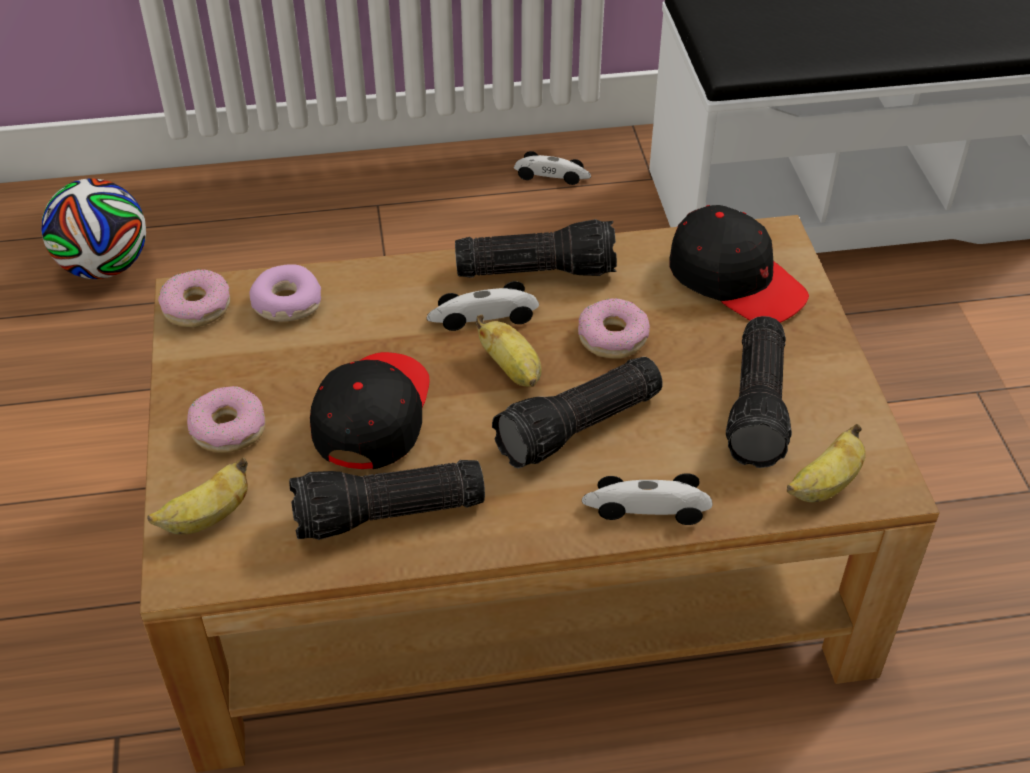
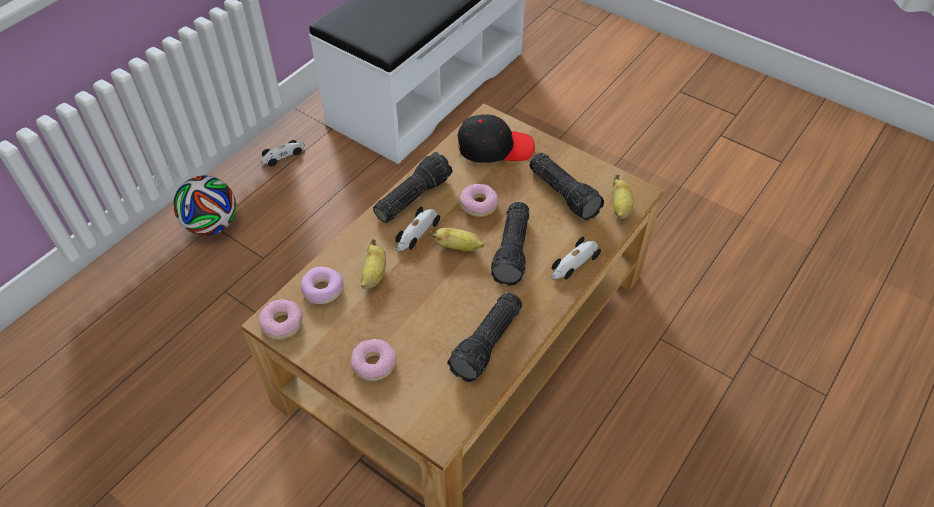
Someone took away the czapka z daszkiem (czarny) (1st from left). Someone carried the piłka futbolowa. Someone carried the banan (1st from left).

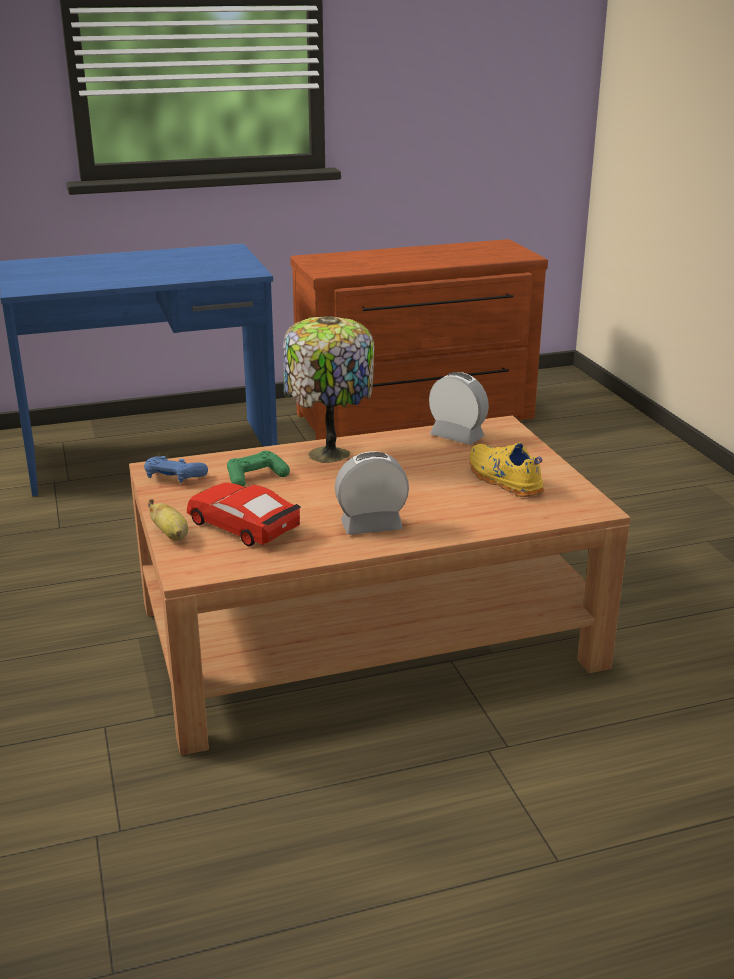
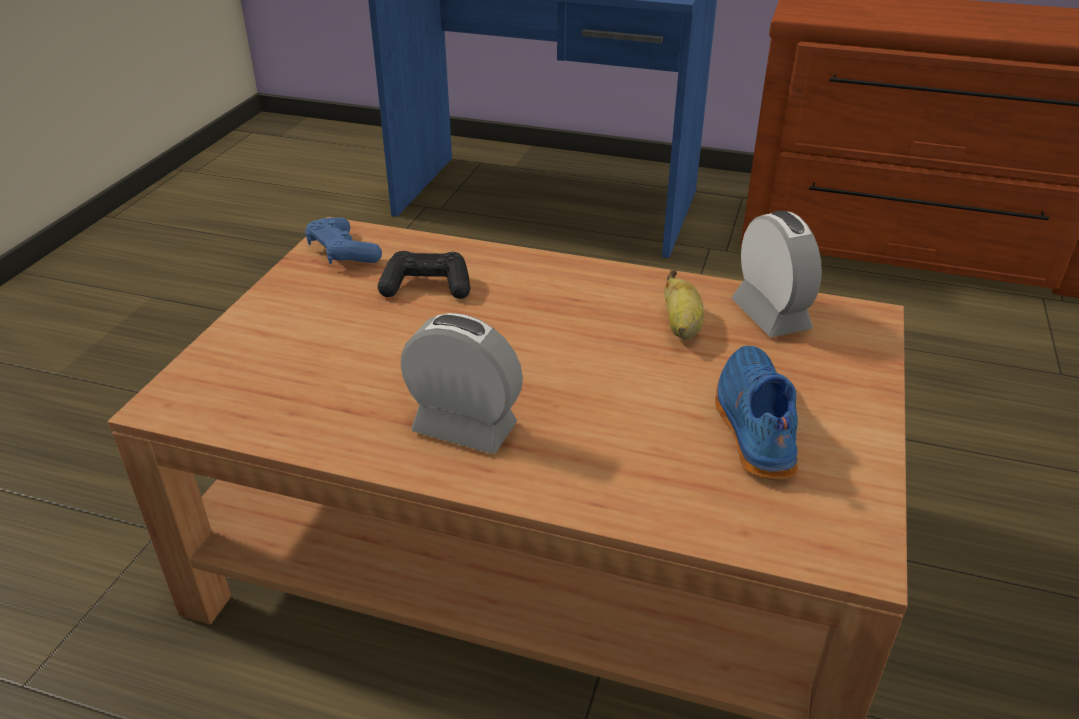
Someone took away the samochodzik (czerwony). Someone took away the lampa stołowa. Someone carried the banan. Someone repainted the pad do gier (zielony), which became the pad do gier (czarny). Someone repainted the but (żółty), which became the but (niebieski).

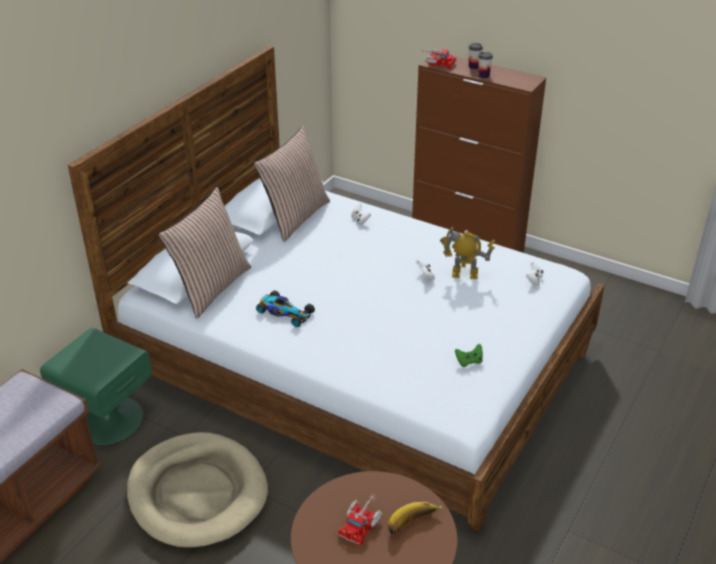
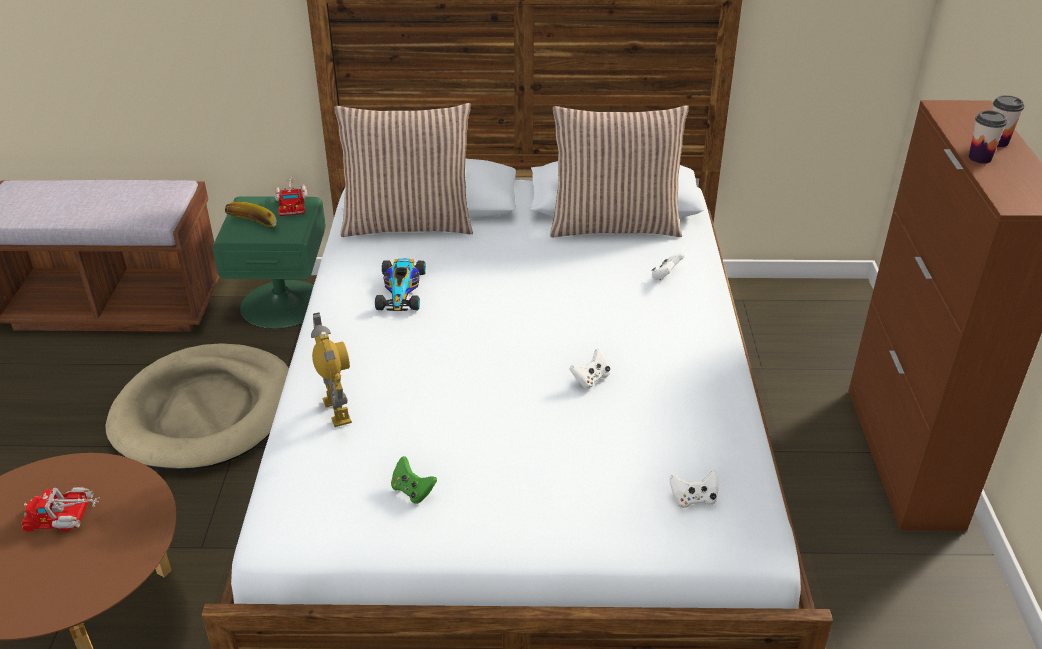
Someone carried the banan. Someone carried the ciężarówka zabawkowa (2nd from left). Someone carried the robot zabawkowy.

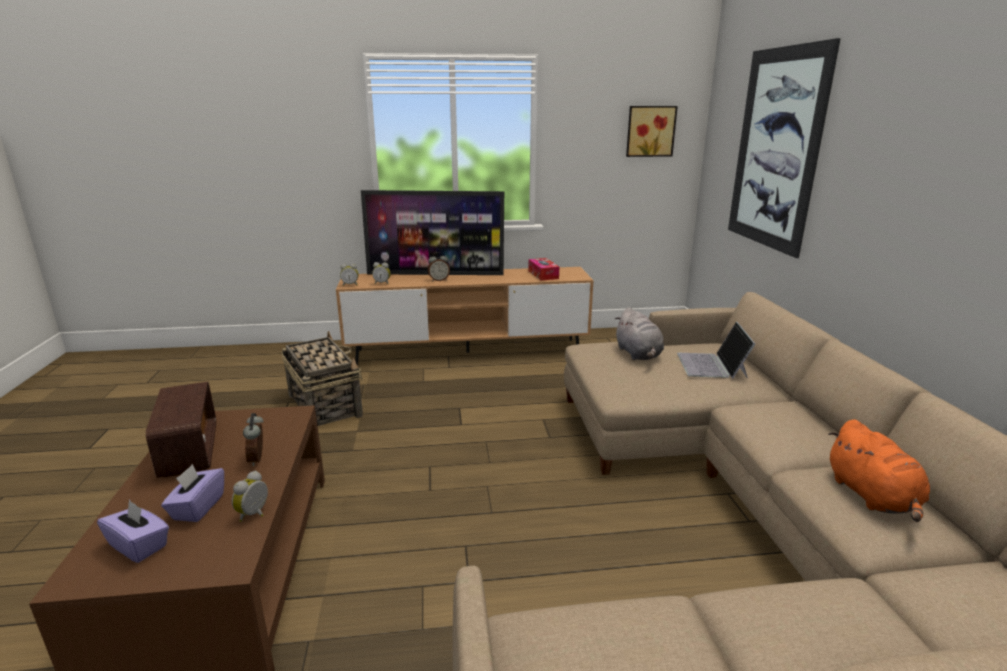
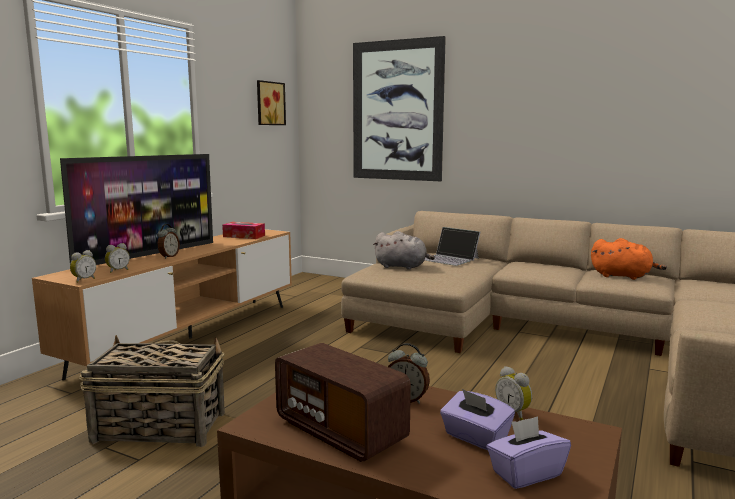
Someone rotated the radio by 150 degrees counterclockwise.

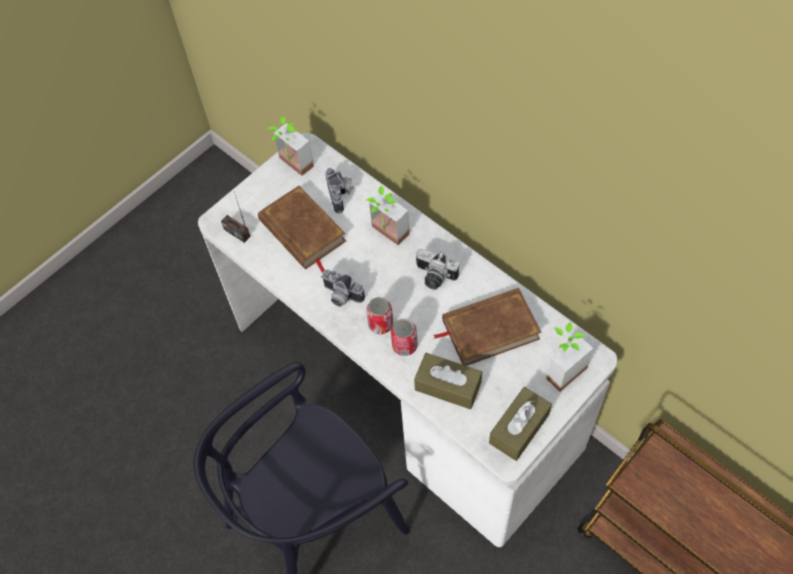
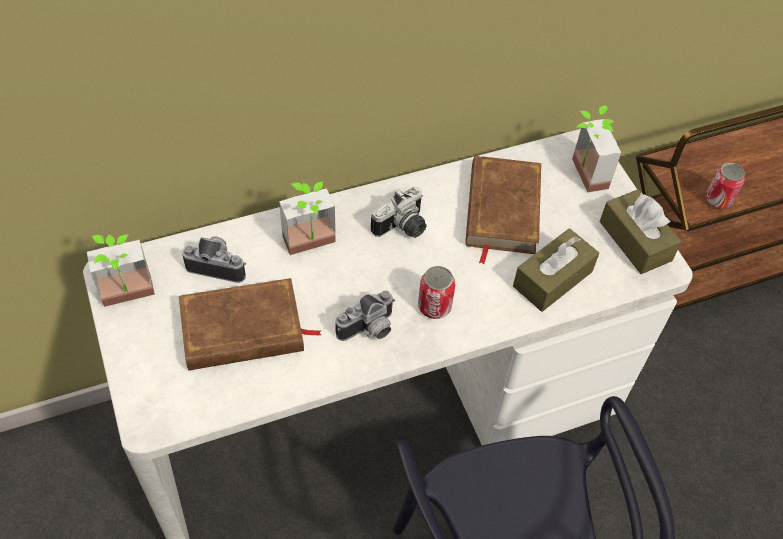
Someone took away the radio. Someone carried the puszka (2nd from left).

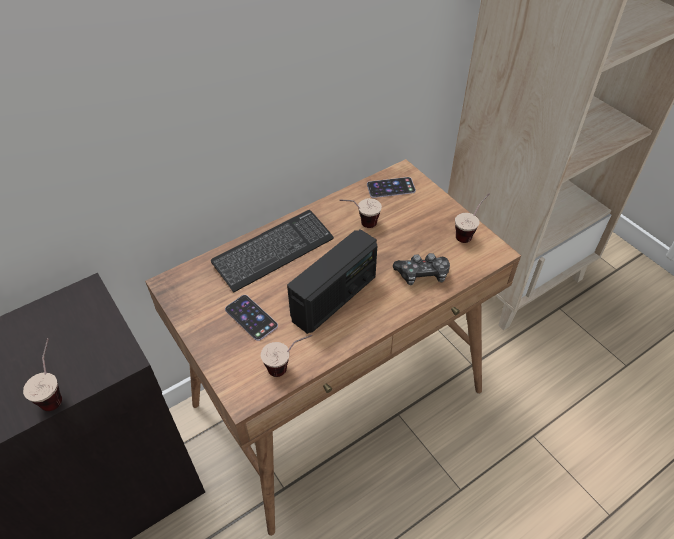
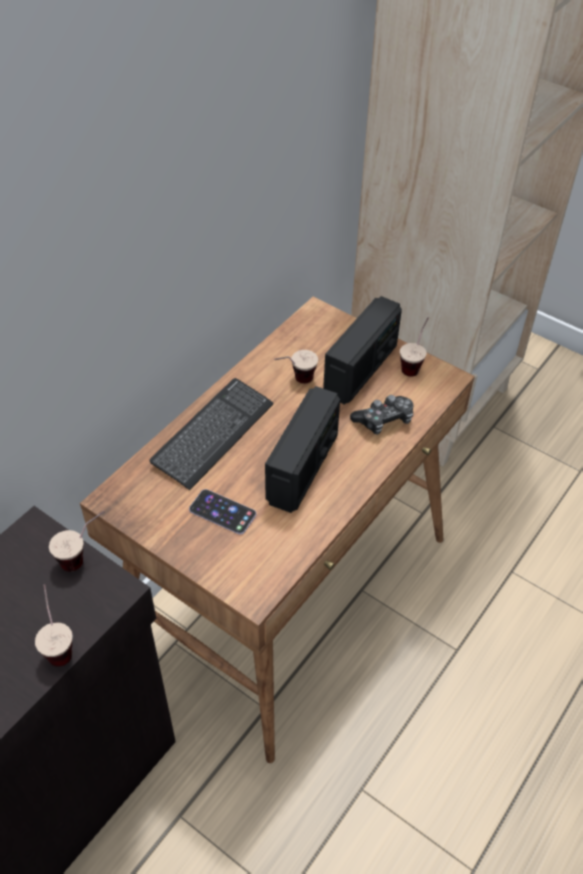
Someone took away the telefon (2nd from left). Someone put down the radio (2nd from left). Someone carried the filiżanka (2nd from left).

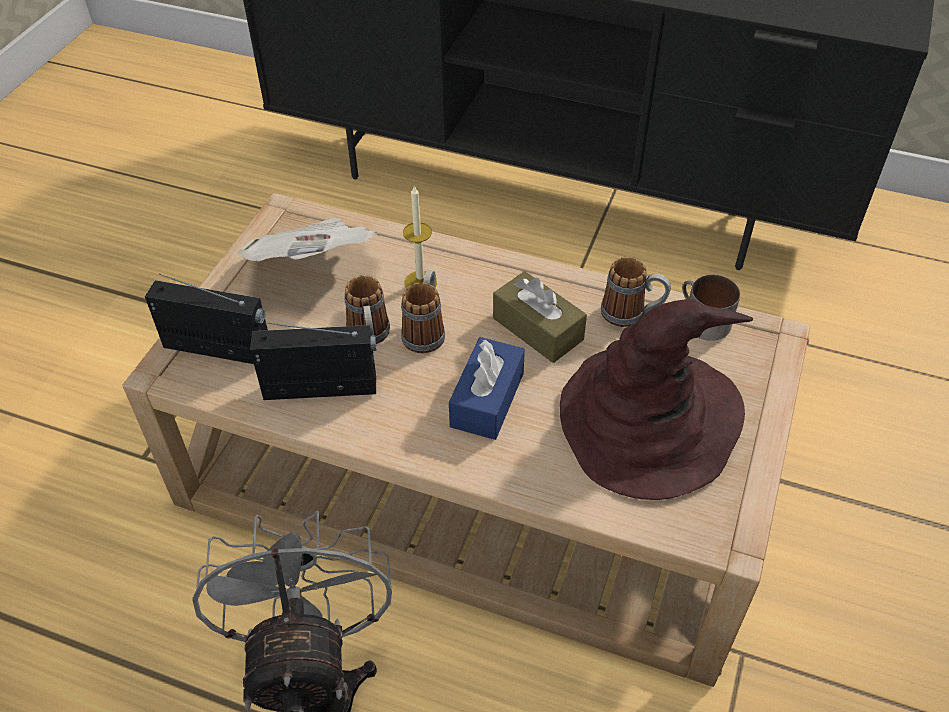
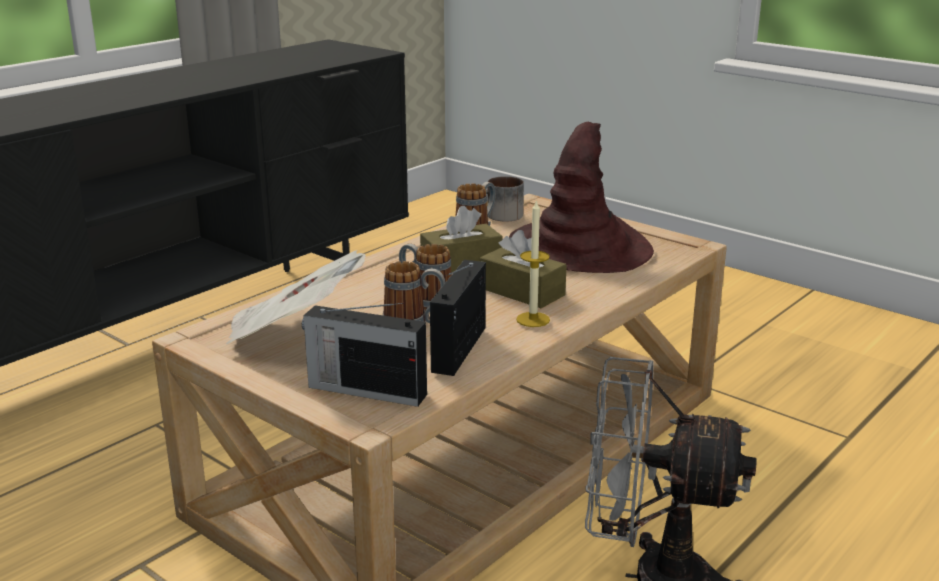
Someone carried the świeca. Someone repainted the pudełko chusteczek (niebieski), which became the pudełko chusteczek (brązowy) (2nd from left). Someone rotated the radio (1st from left) by 105 degrees counterclockwise.

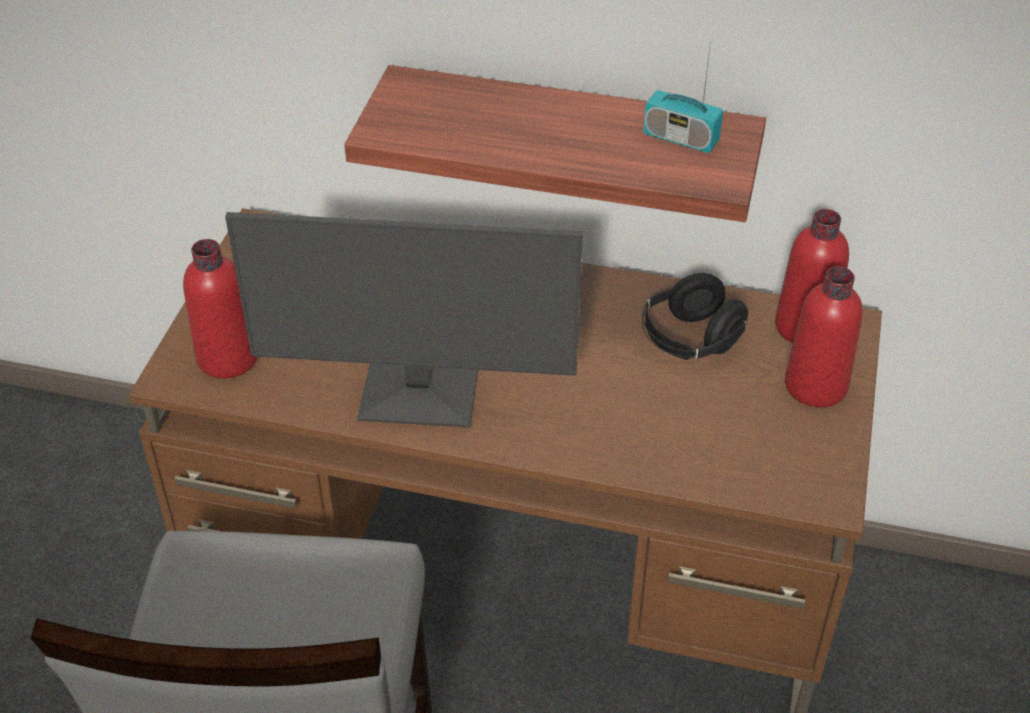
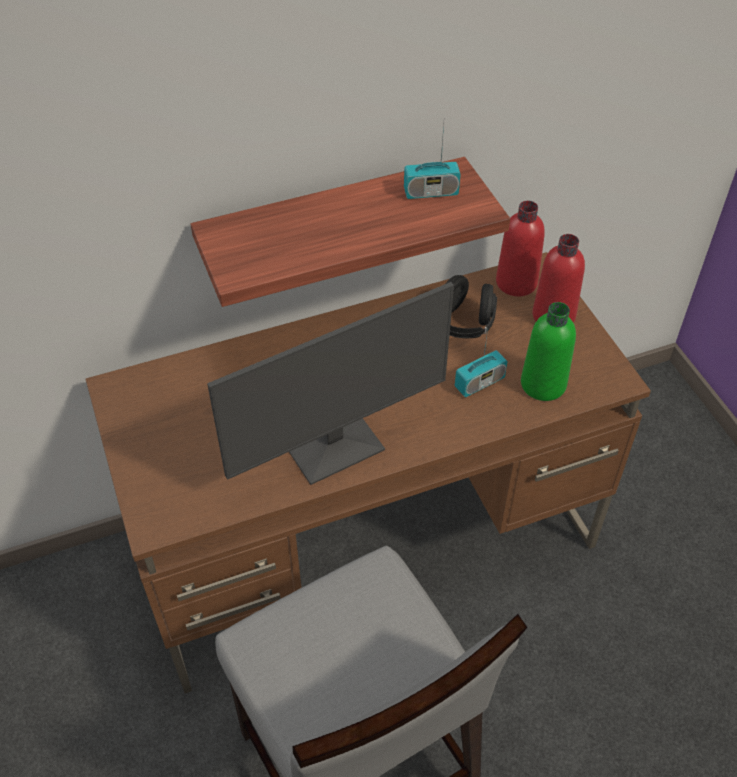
Someone took away the butelka (czerwony) (1st from left). Someone put down the radio (2nd from left). Someone put down the butelka (zielony).

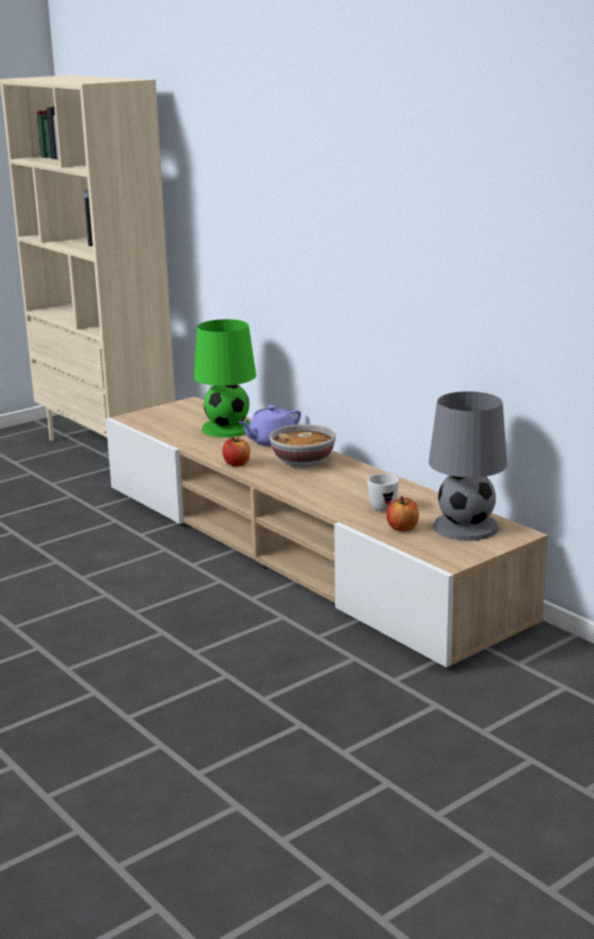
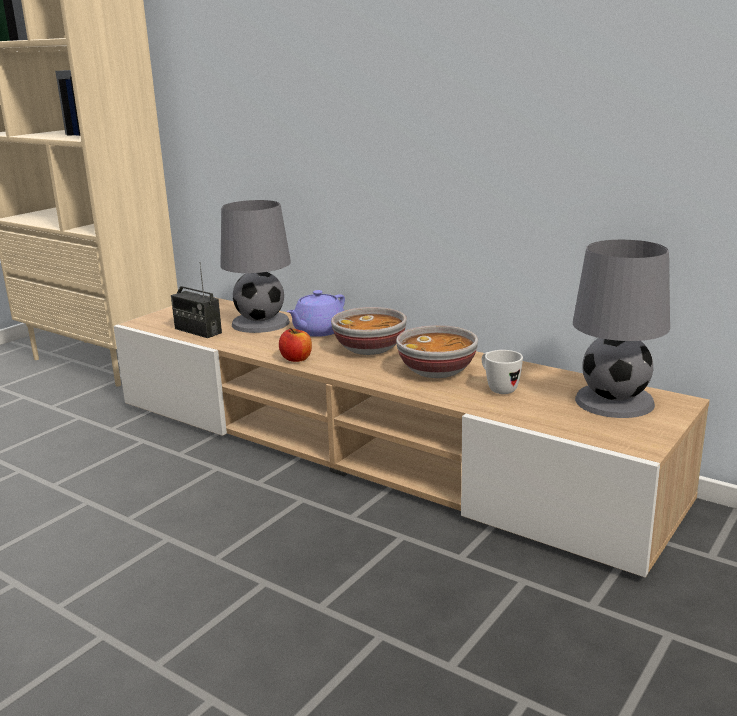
Someone took away the jabłko (2nd from left). Someone put down the radio. Someone put down the miska (2nd from left). Someone repainted the lampa stołowa (zielony), which became the lampa stołowa (szary) (1st from left).

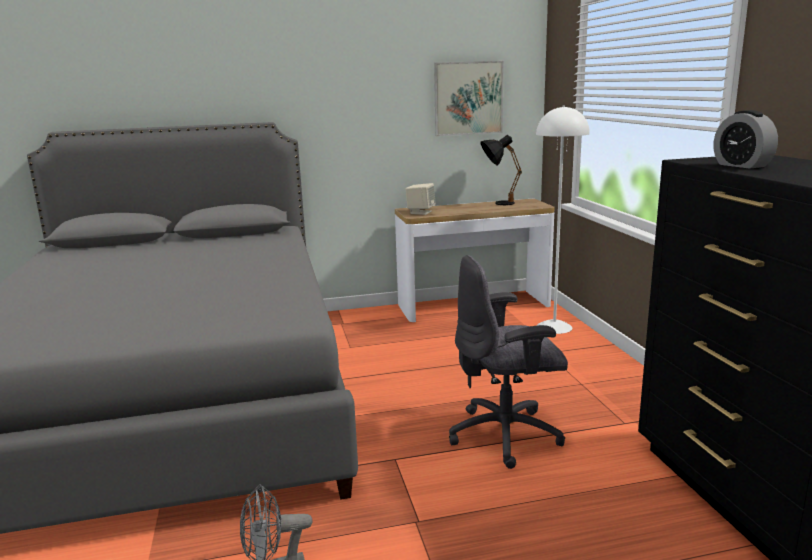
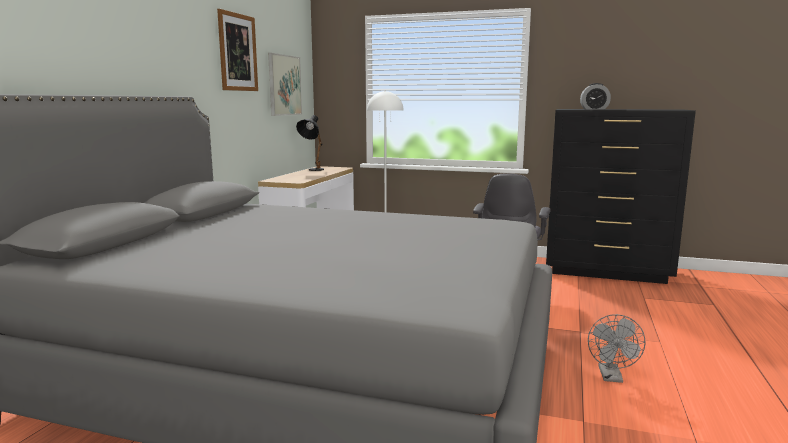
Someone took away the głośnik (beżowy). Someone put up the obraz (1st from left).

